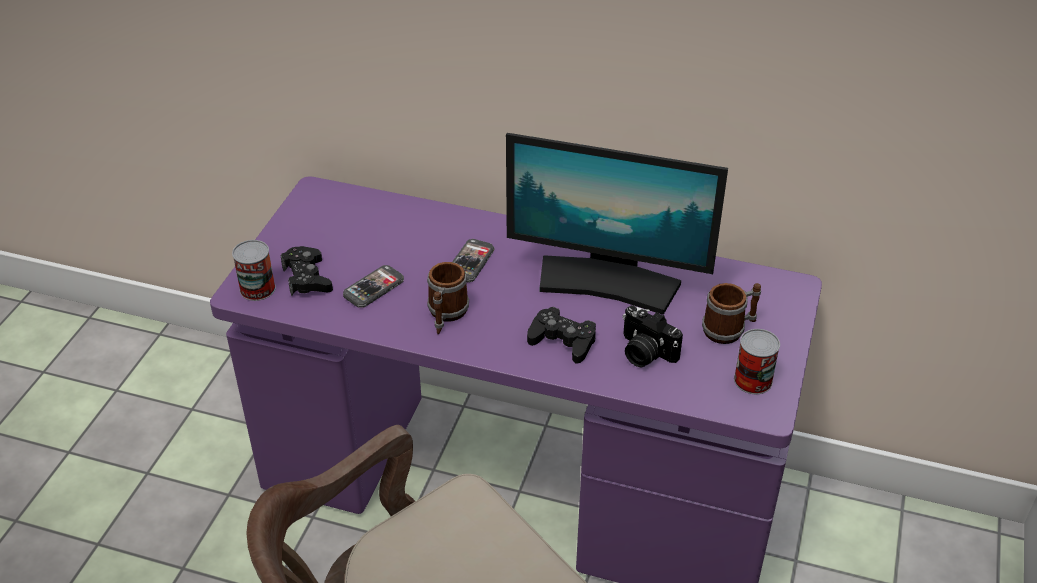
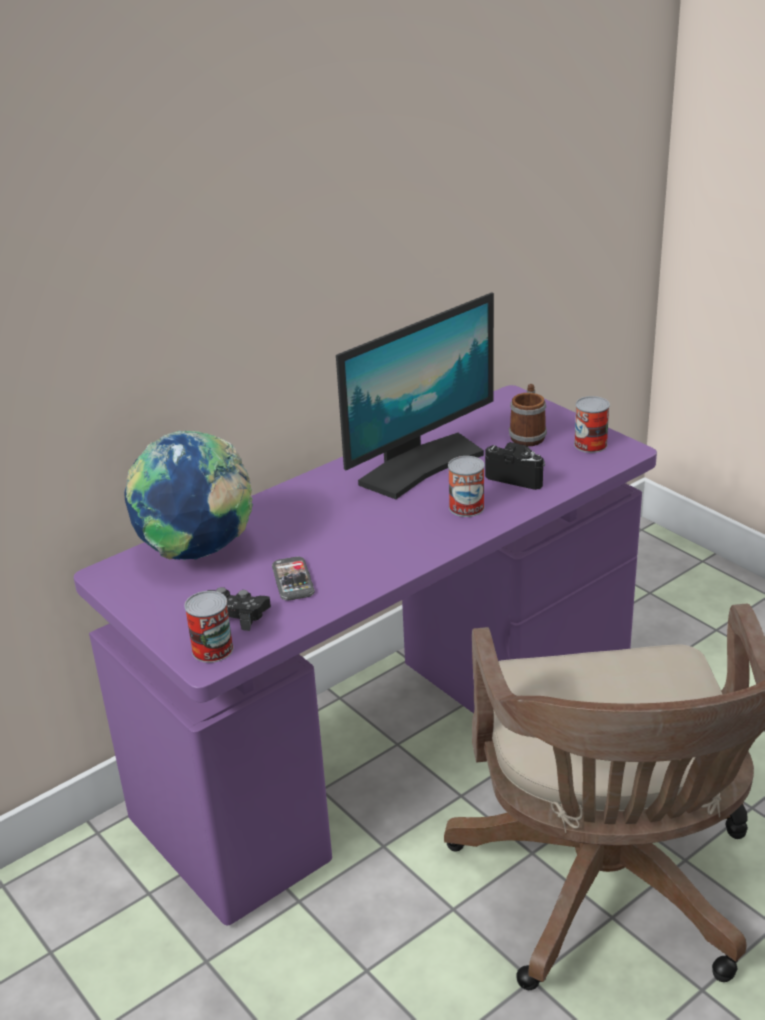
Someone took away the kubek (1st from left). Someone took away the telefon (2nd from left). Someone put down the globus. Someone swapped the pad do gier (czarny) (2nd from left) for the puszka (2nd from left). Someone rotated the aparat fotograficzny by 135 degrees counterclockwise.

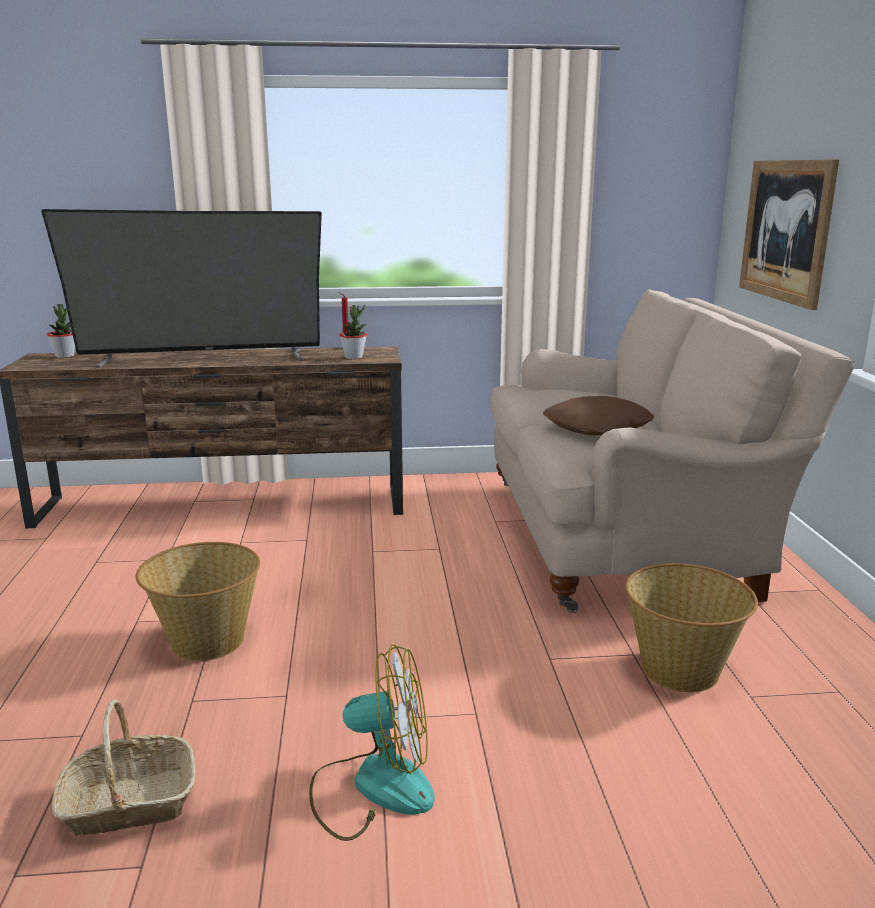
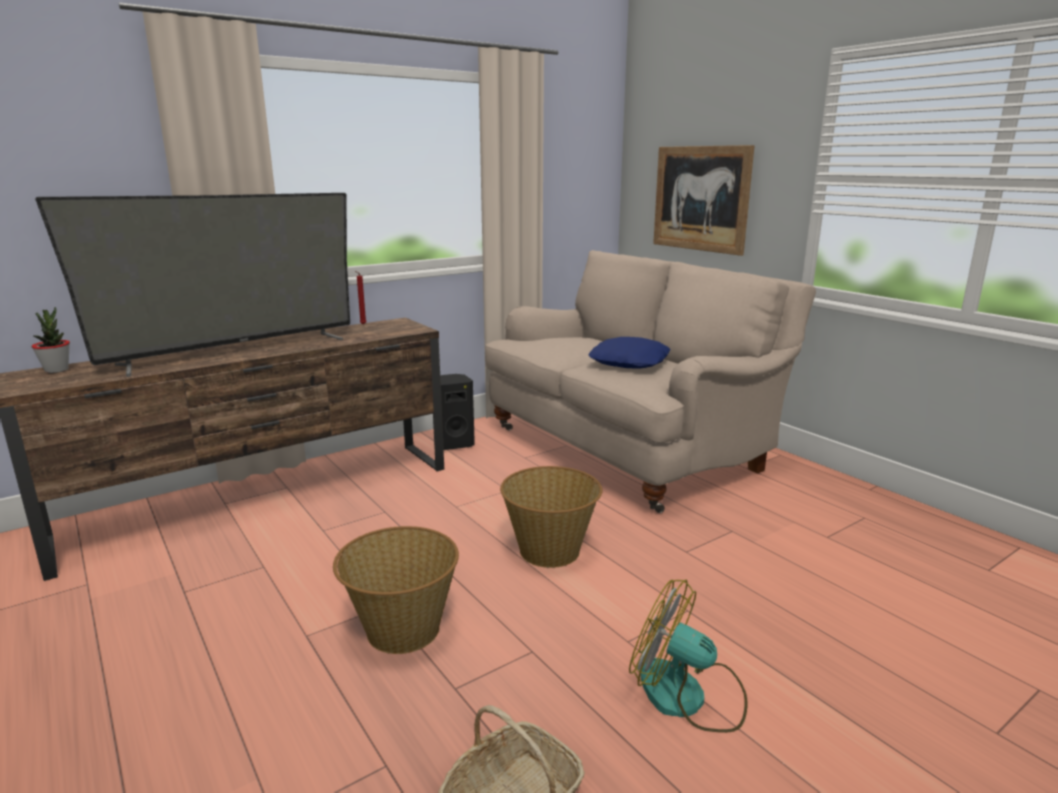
Someone took away the roślina doniczkowa (2nd from left). Someone put down the głośnik (czarny). Someone carried the koszyk (3rd from left). Someone repainted the poduszka (brązowy), which became the poduszka (niebieski). Someone rotated the wentylator by 120 degrees counterclockwise.

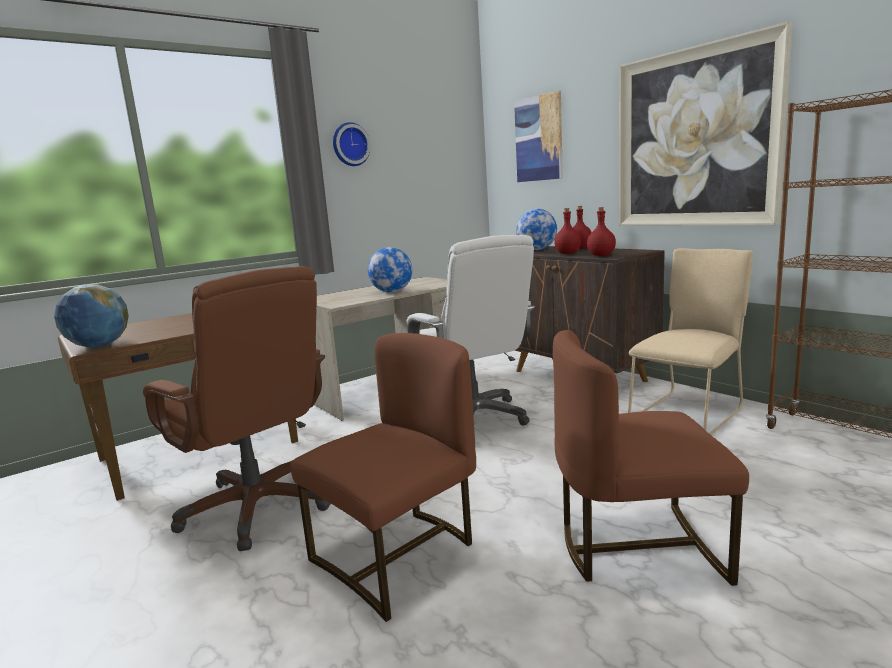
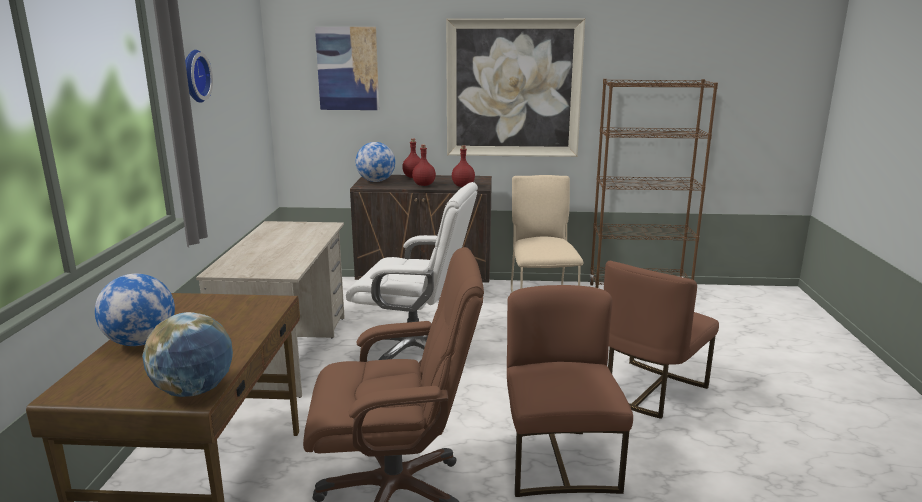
Someone carried the globus (2nd from left in the first image).

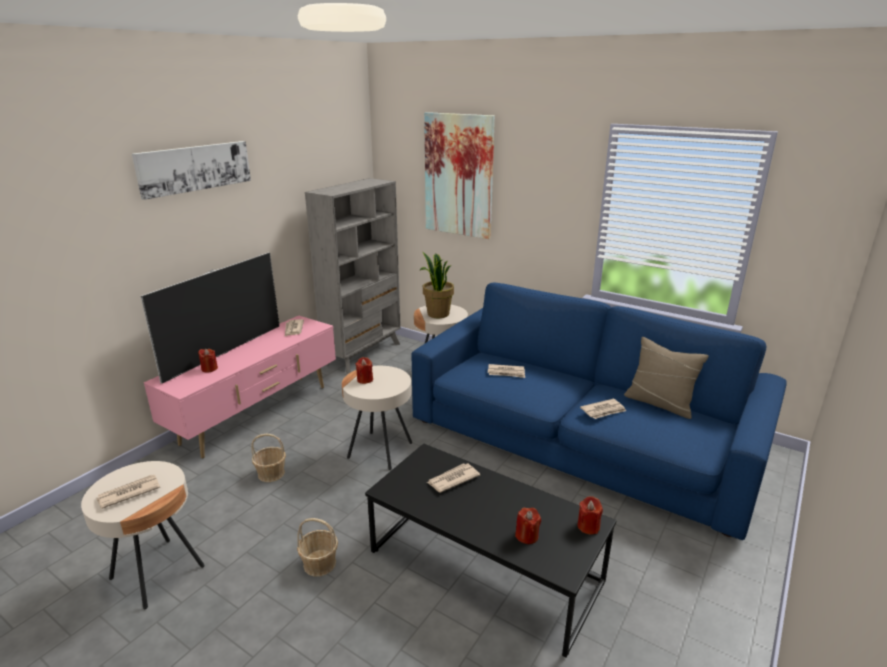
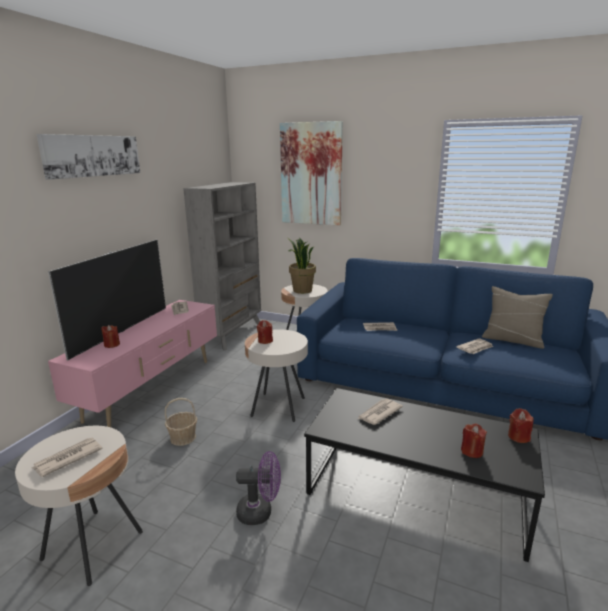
Someone swapped the koszyk (2nd from left) for the wentylator (fioletowy).

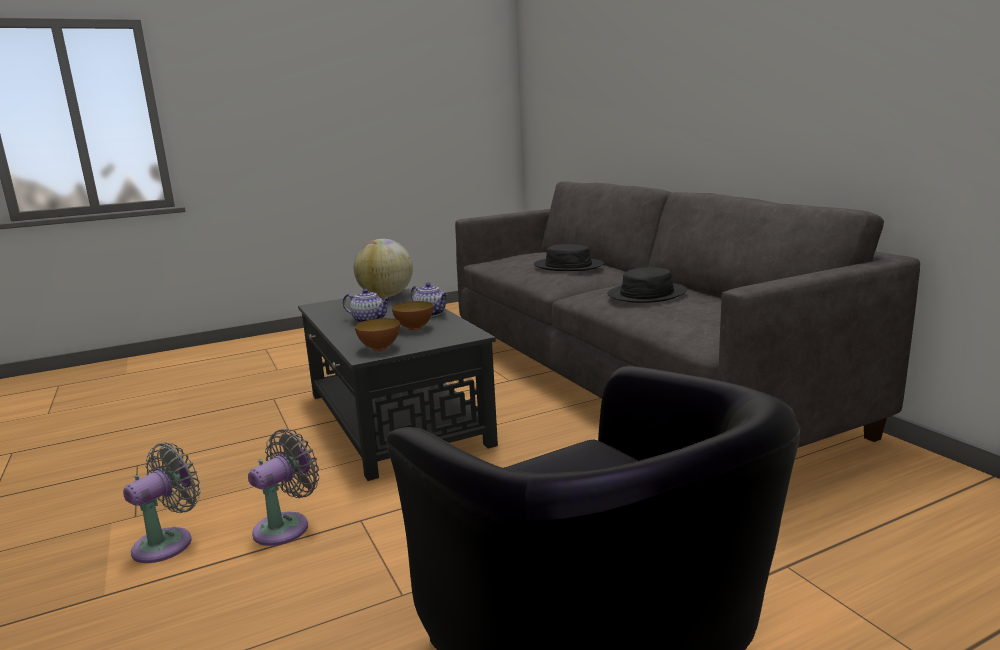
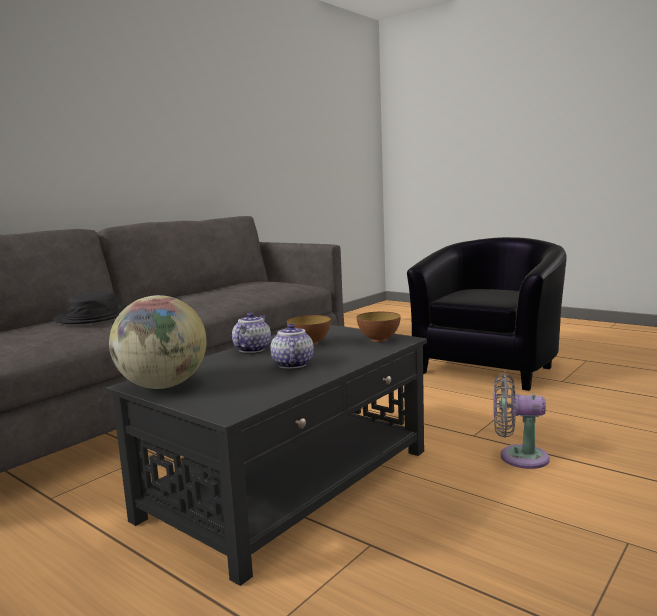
Someone took away the wentylator (szary) (1st from left). Someone took away the kapelusz (czarny) (2nd from left).

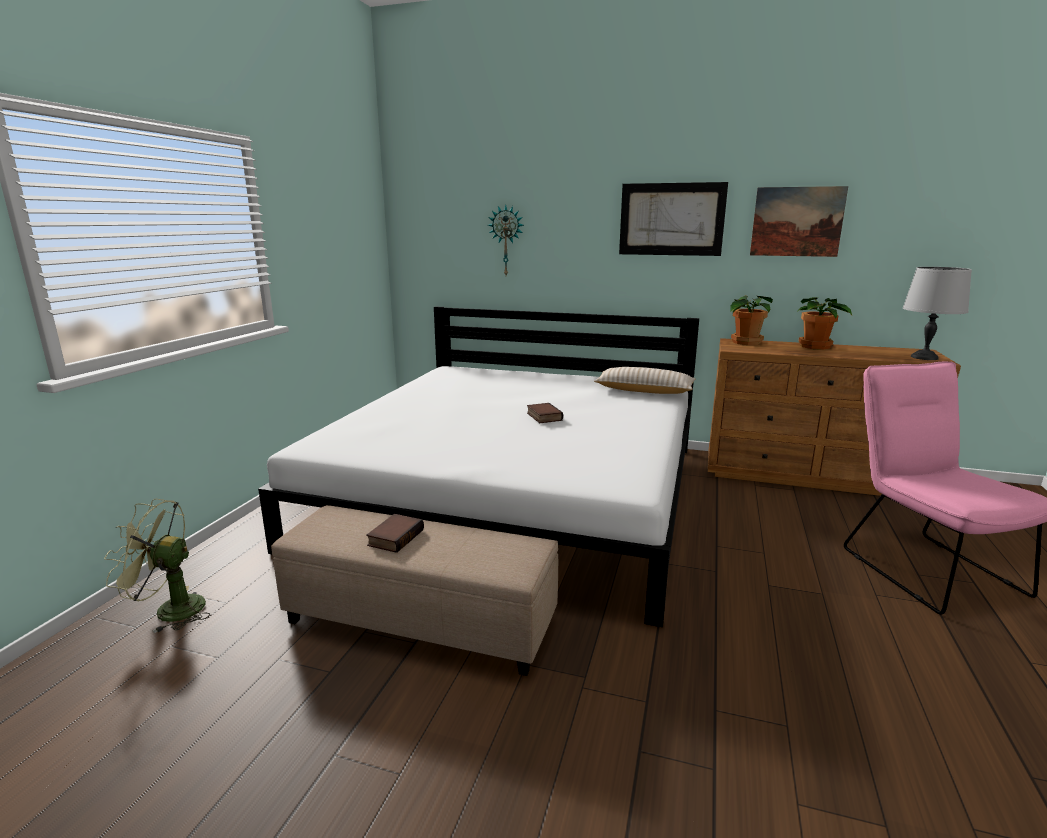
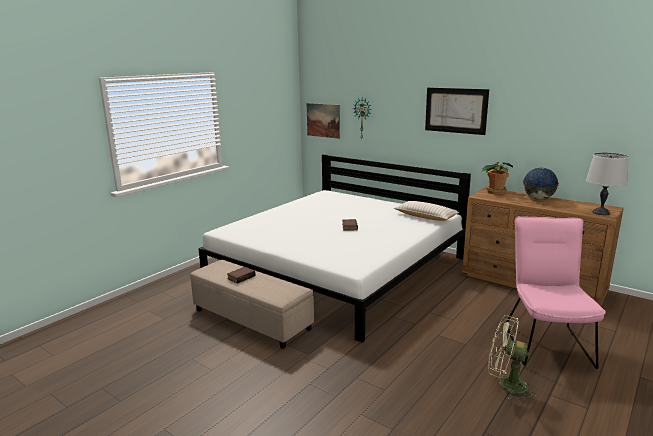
Someone carried the wentylator (zielony). Someone carried the obraz (2nd from left in the first image). Someone swapped the roślina doniczkowa (2nd from left) for the globus.

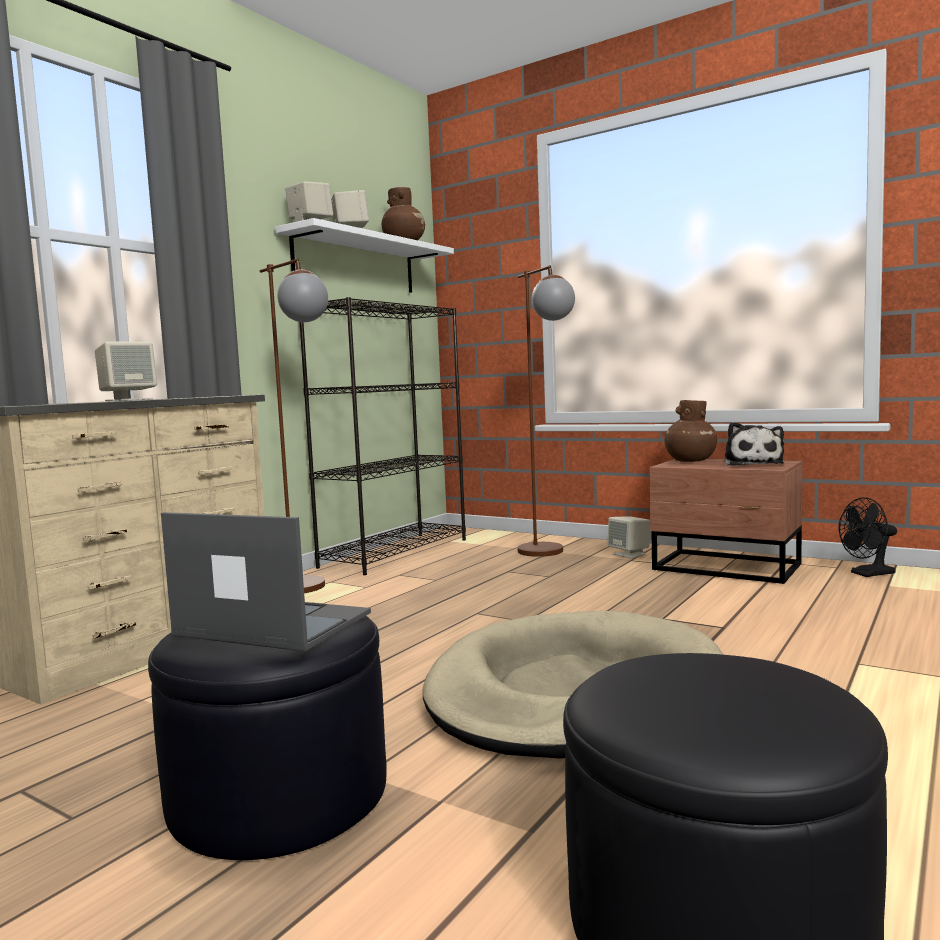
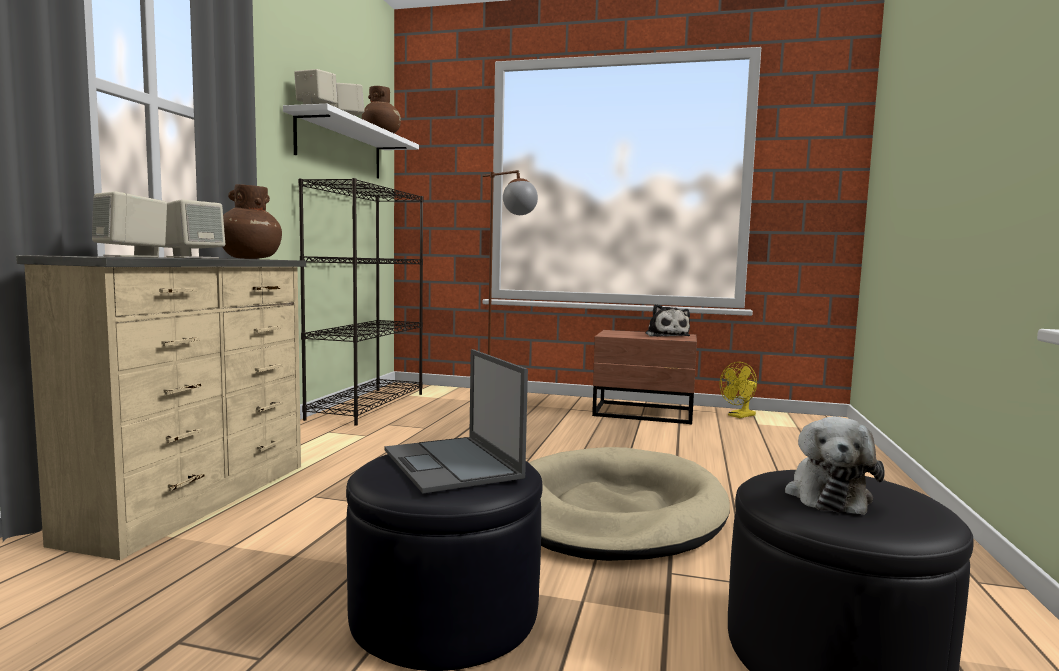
Someone took away the lampa stojąca (brązowy) (1st from left). Someone put down the pluszak (2nd from left). Someone carried the głośnik (beżowy) (4th from left in the first image). Someone carried the wazon (brązowy) (2nd from left in the first image). Someone repainted the wentylator (czarny), which became the wentylator (żółty). Someone rotated the laptop by 120 degrees counterclockwise.

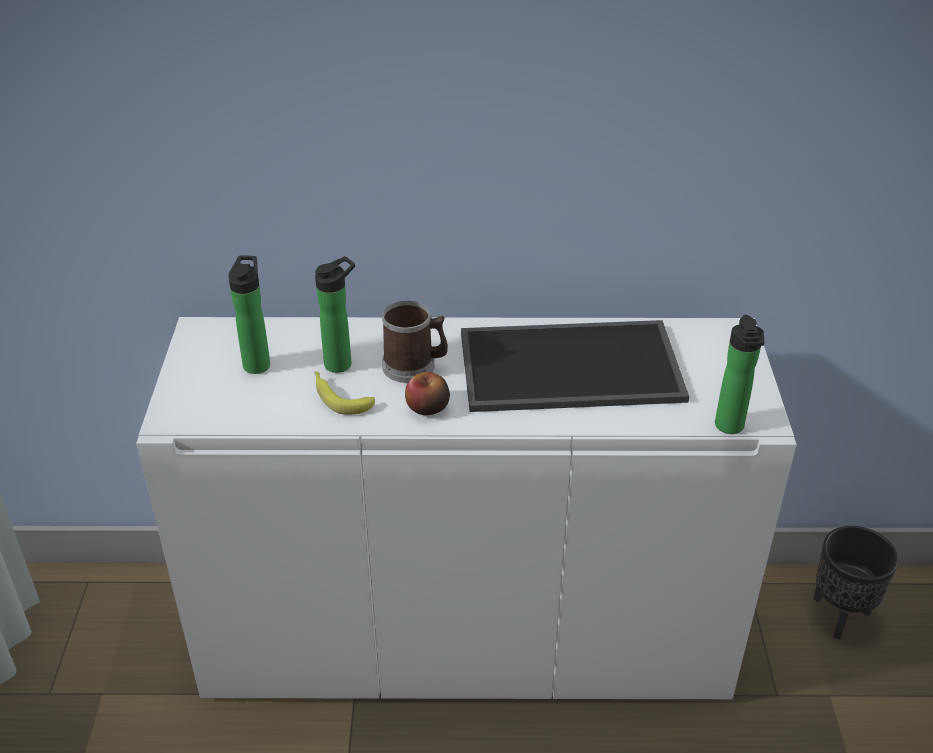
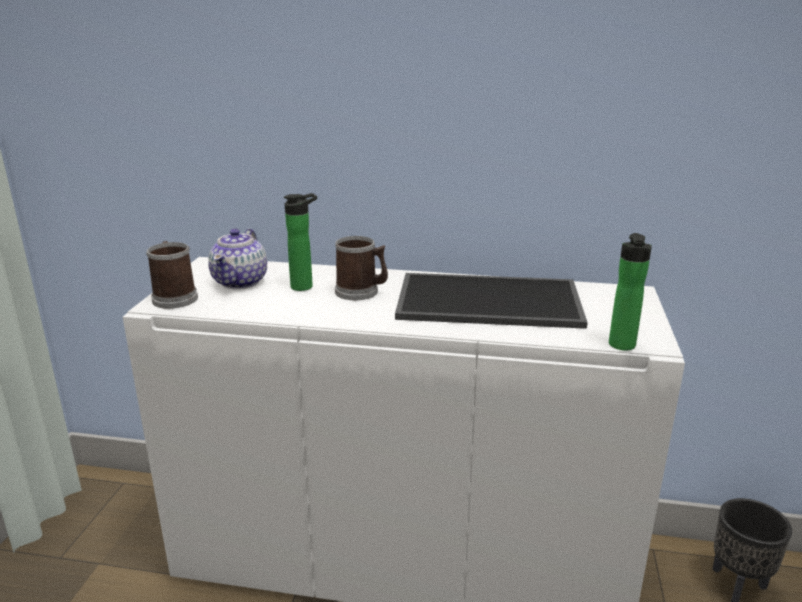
Someone took away the banan. Someone took away the jabłko. Someone put down the kubek (1st from left). Someone swapped the butelka (1st from left) for the imbryk.

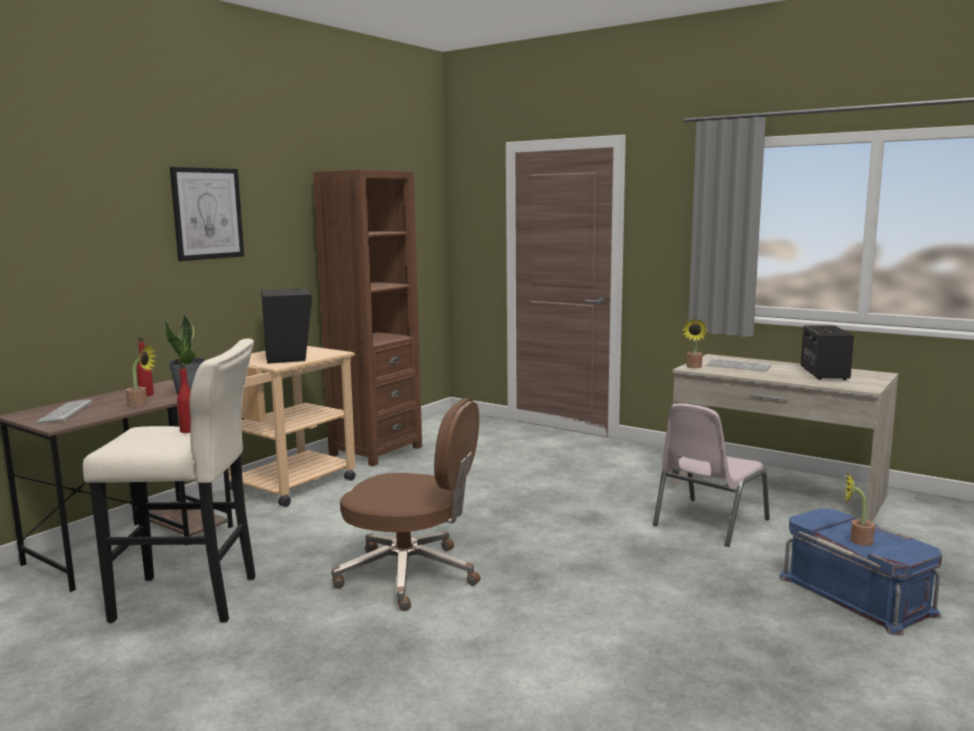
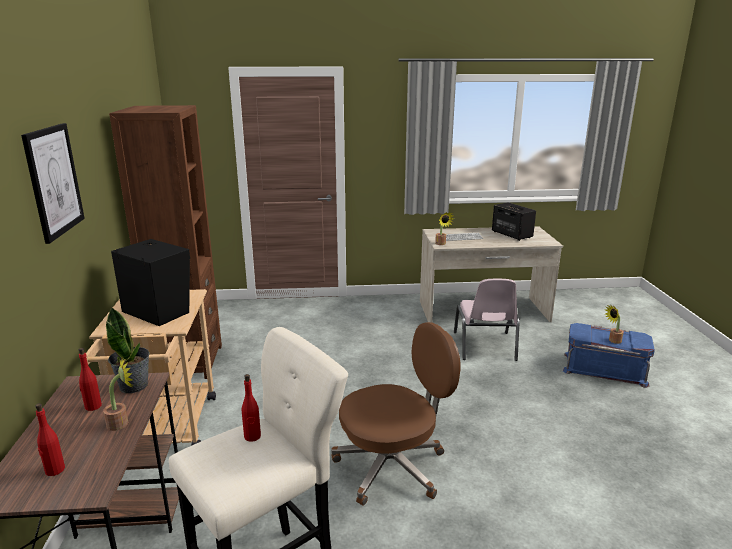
Someone swapped the klawiatura (1st from left) for the butelka (czerwony) (1st from left).

